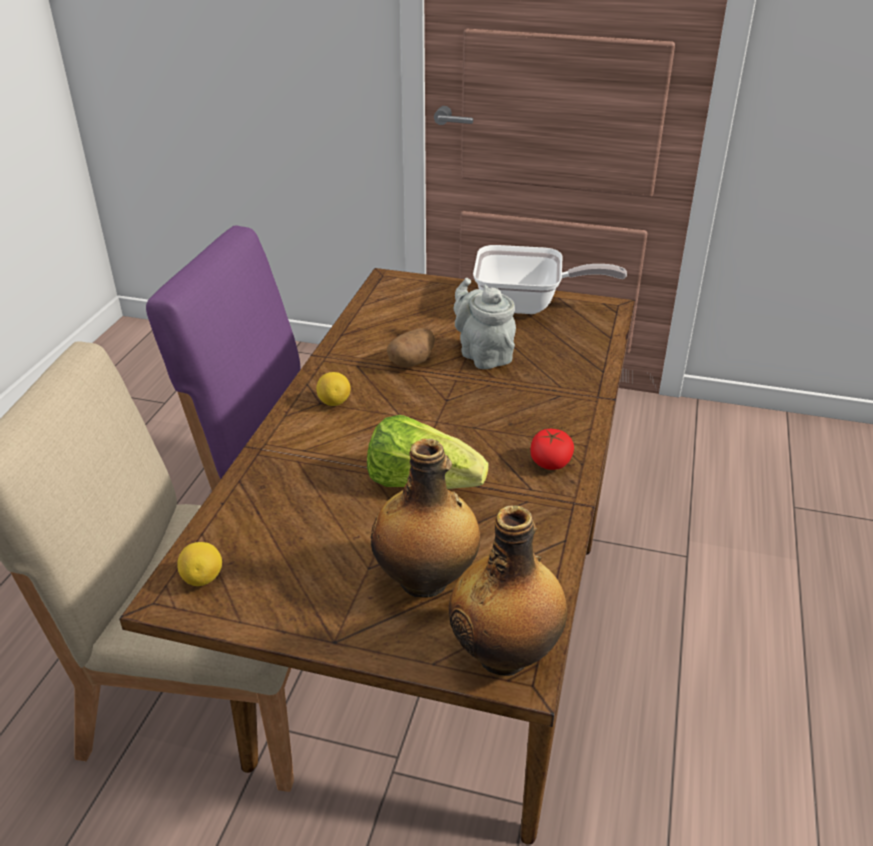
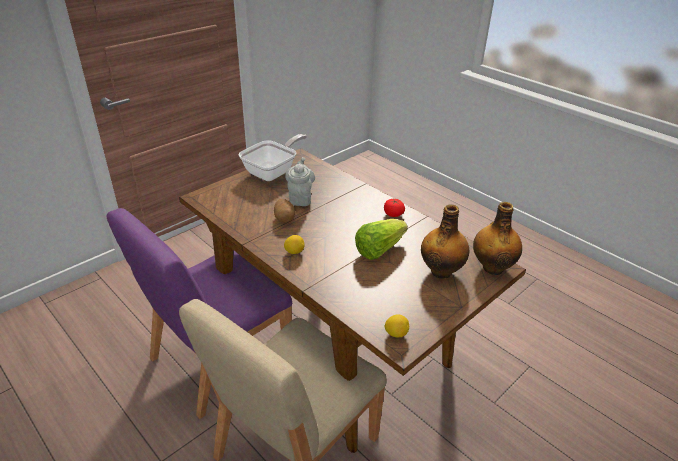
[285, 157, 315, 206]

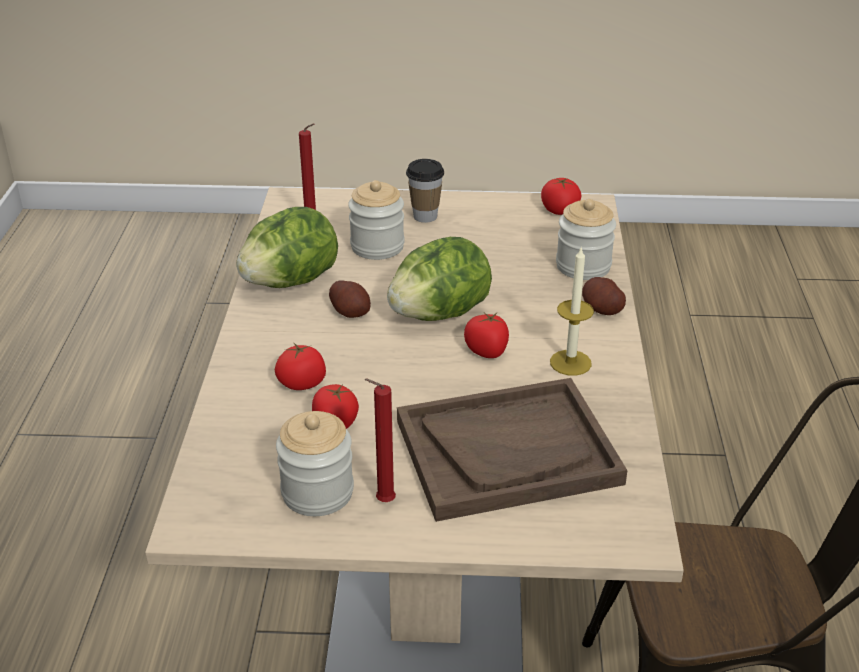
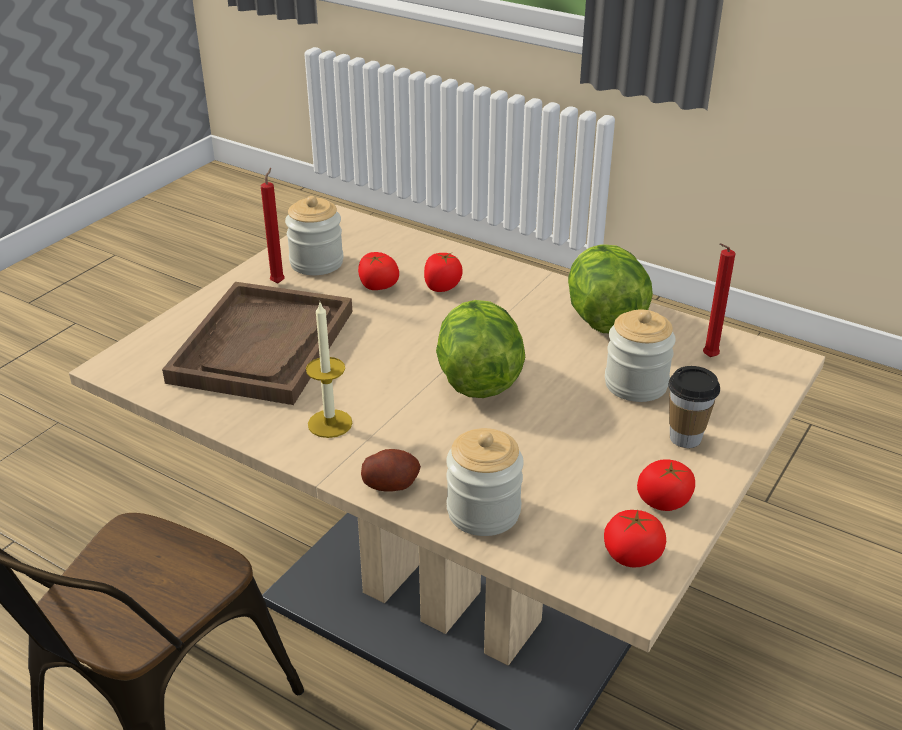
[329, 280, 371, 318] (first image)
[637, 459, 695, 511]

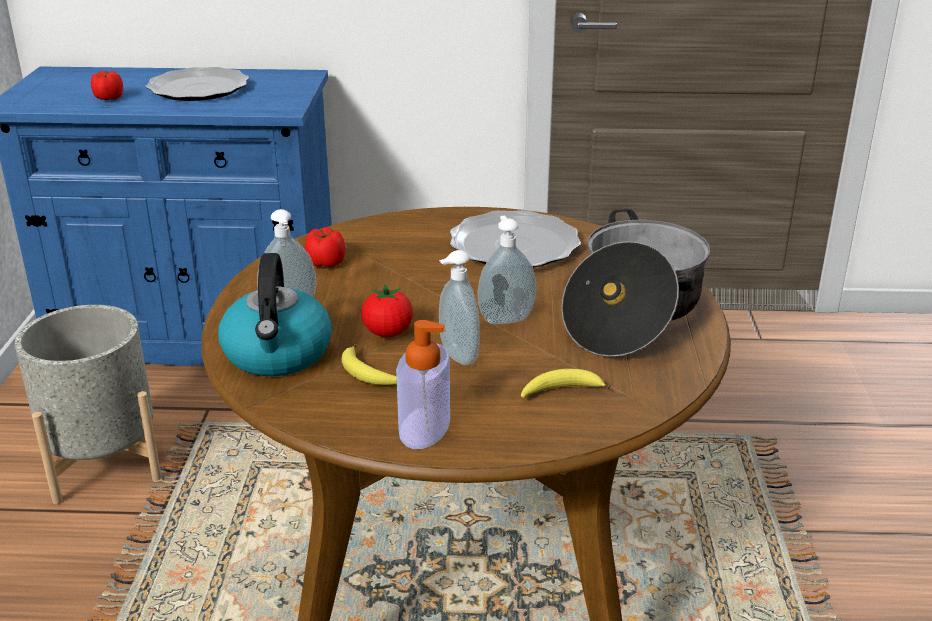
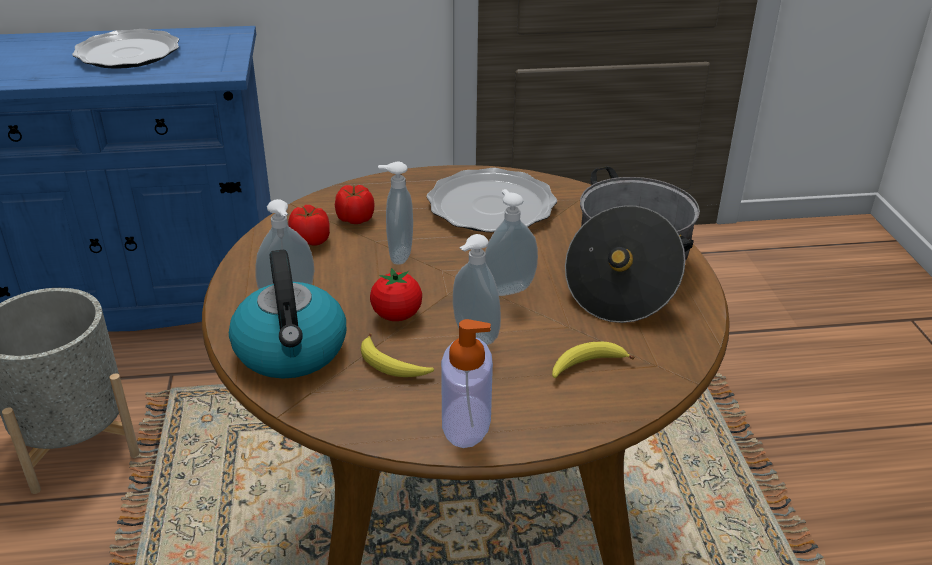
[335, 185, 375, 224]
[378, 162, 413, 265]

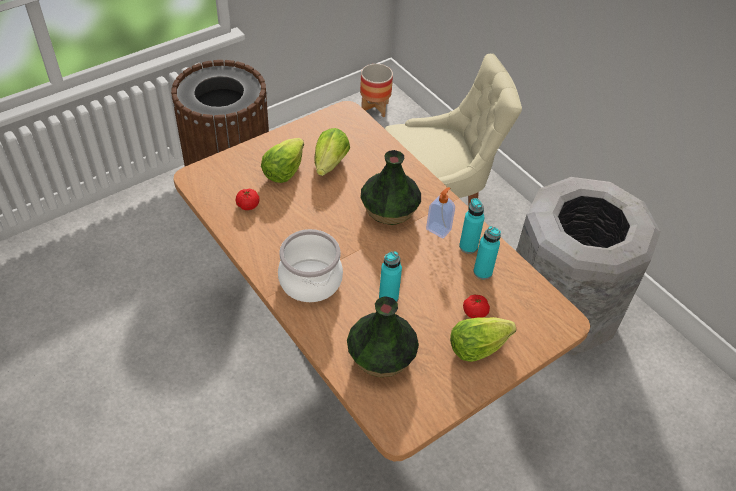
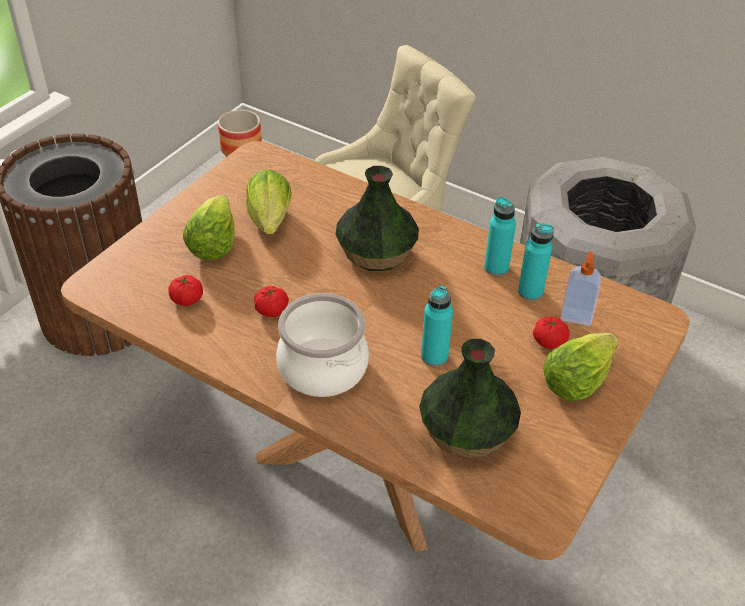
[560, 251, 601, 326]
[254, 286, 289, 317]

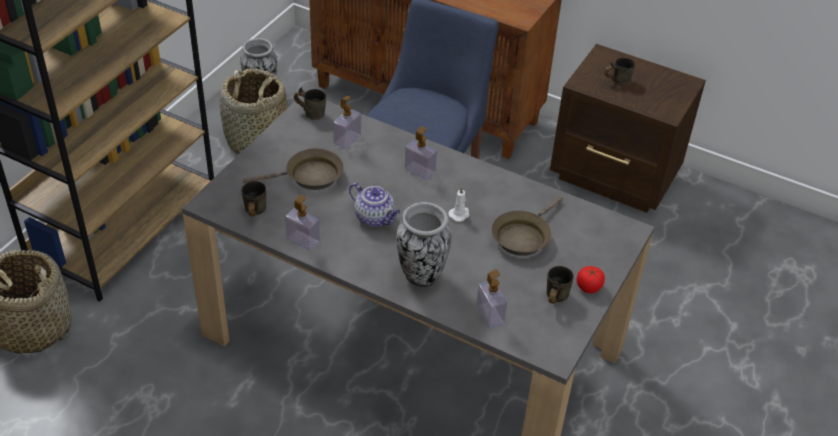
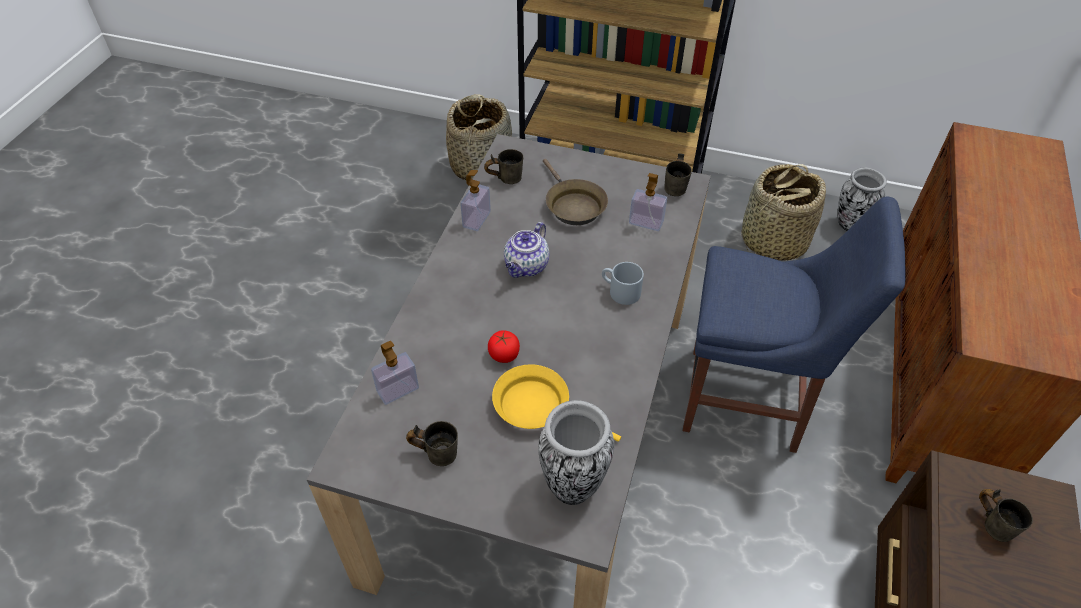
[602, 262, 644, 305]
[448, 187, 470, 222] (first image)
[492, 364, 621, 442]
[538, 400, 614, 505]
[488, 330, 520, 363]

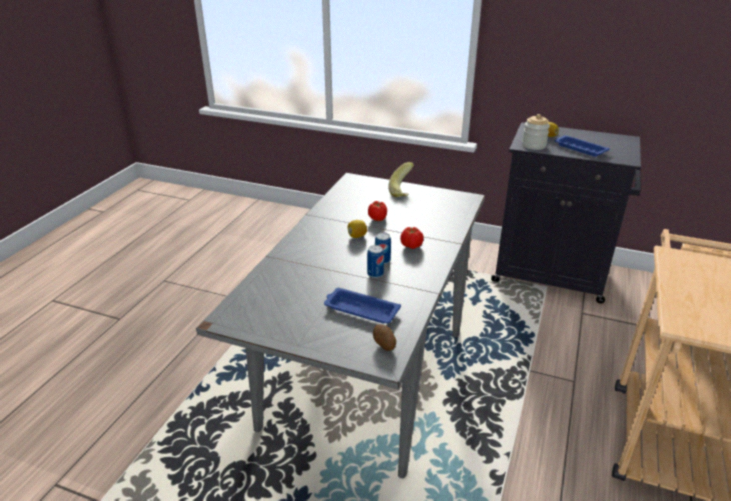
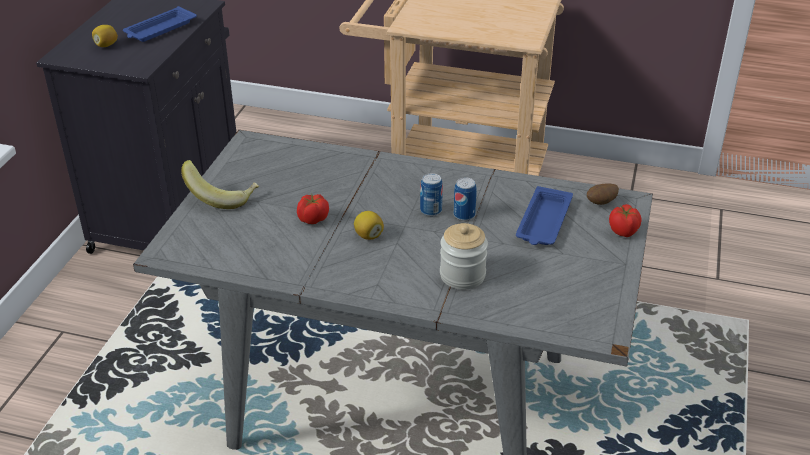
[440, 223, 488, 290]
[609, 204, 642, 237]

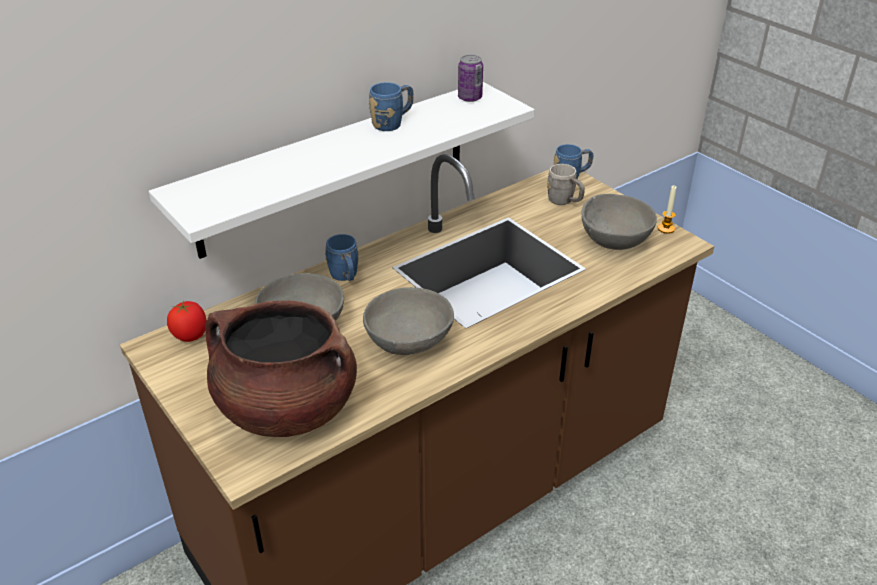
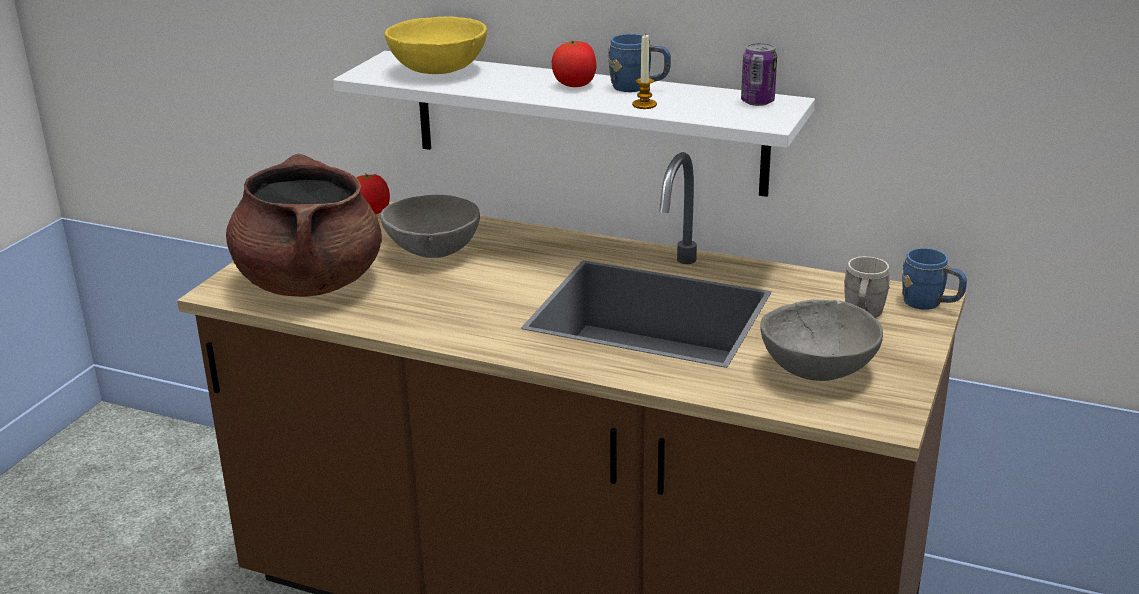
[632, 35, 657, 109]
[325, 234, 358, 281] (first image)
[363, 287, 454, 355] (first image)
[385, 17, 487, 74]
[552, 40, 596, 87]

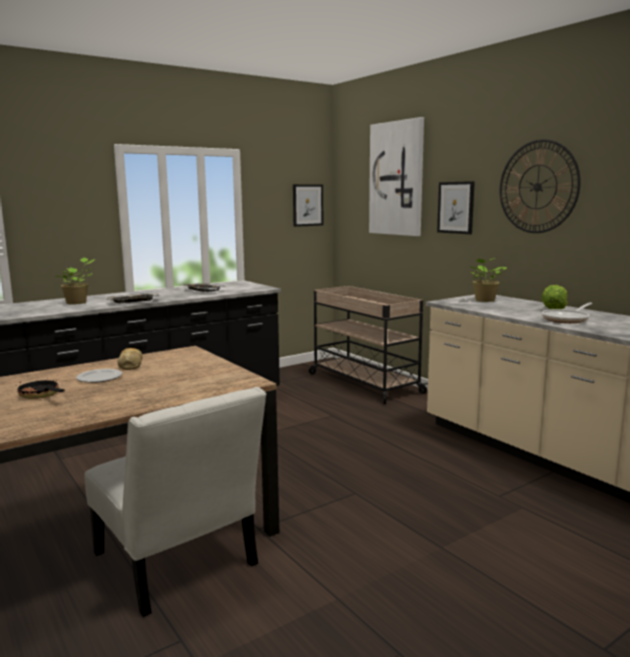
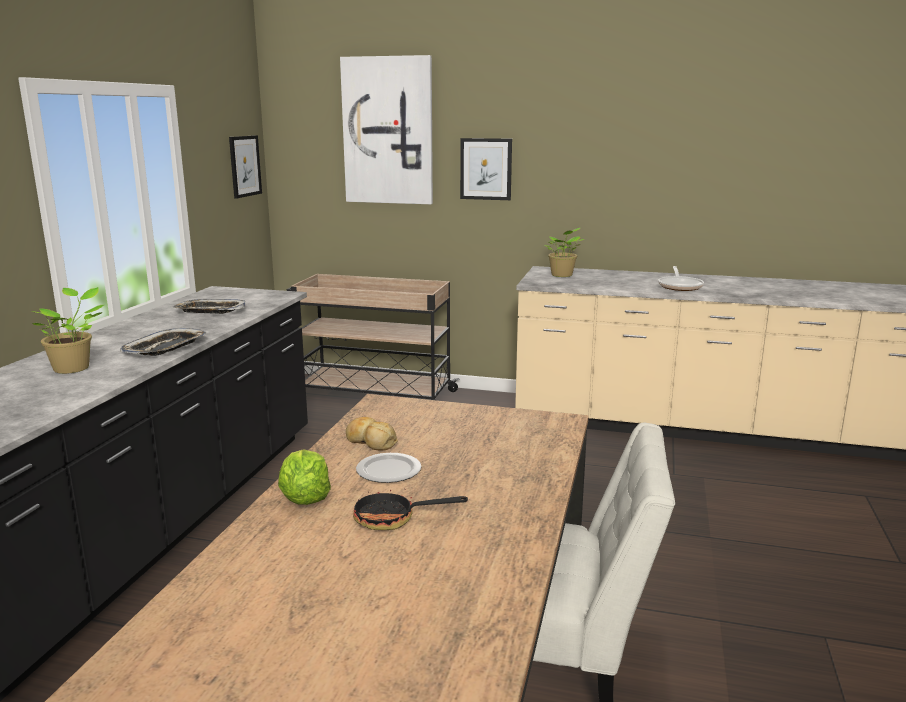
[500, 139, 581, 233] (first image)
[278, 449, 331, 505]

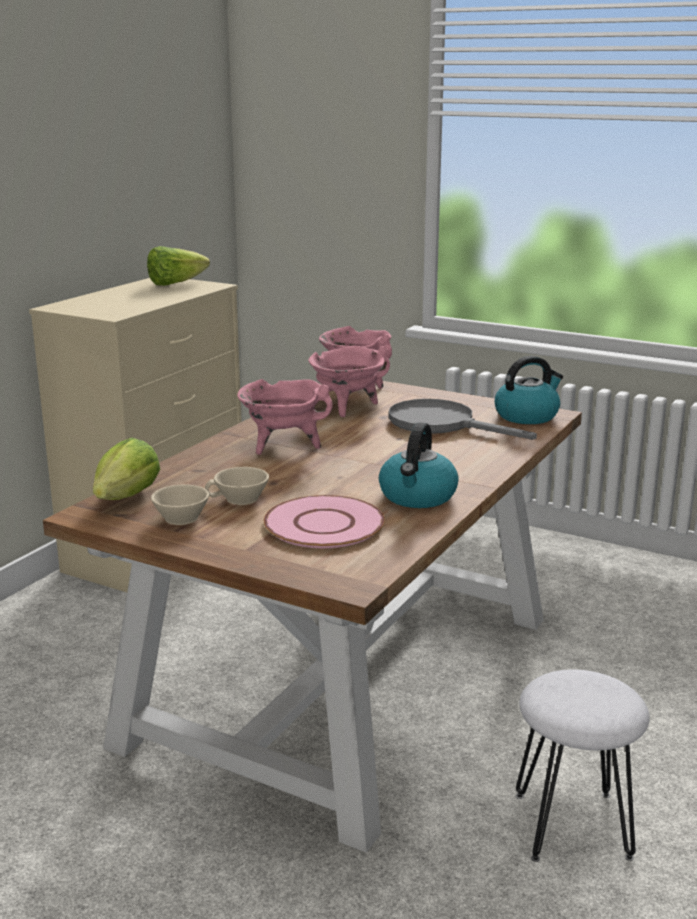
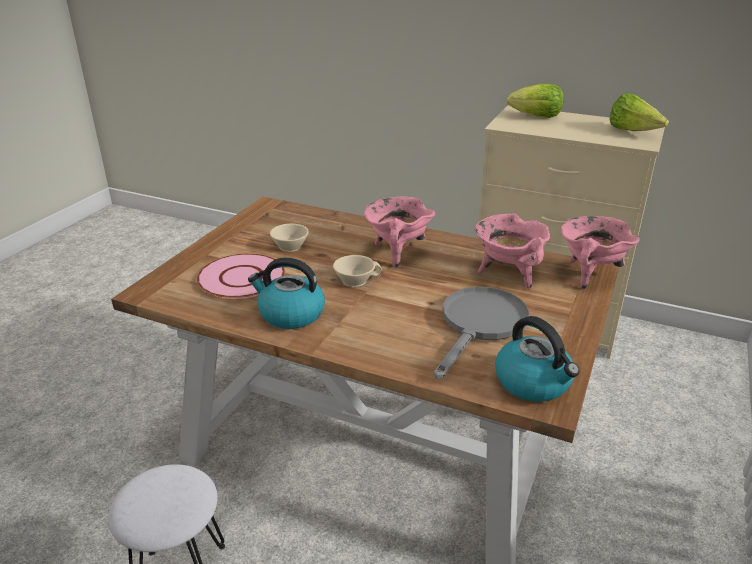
[507, 84, 564, 118]
[333, 255, 382, 287]

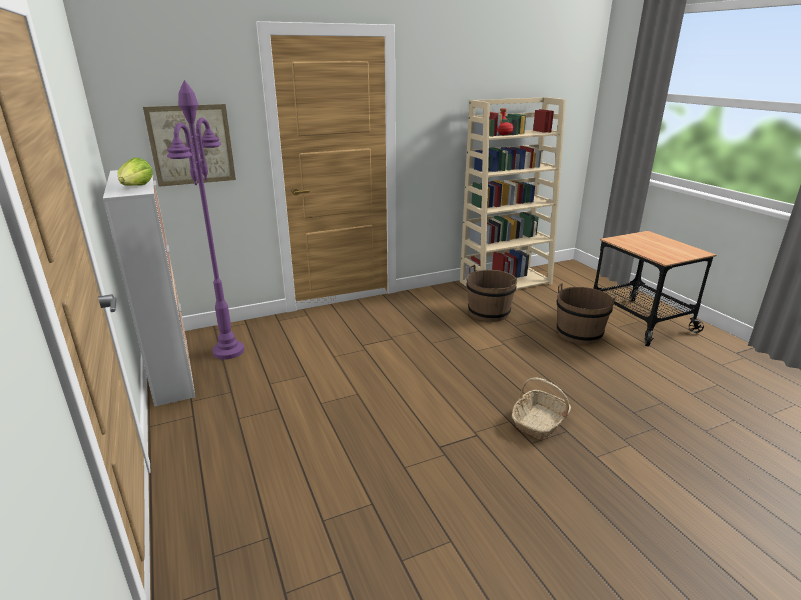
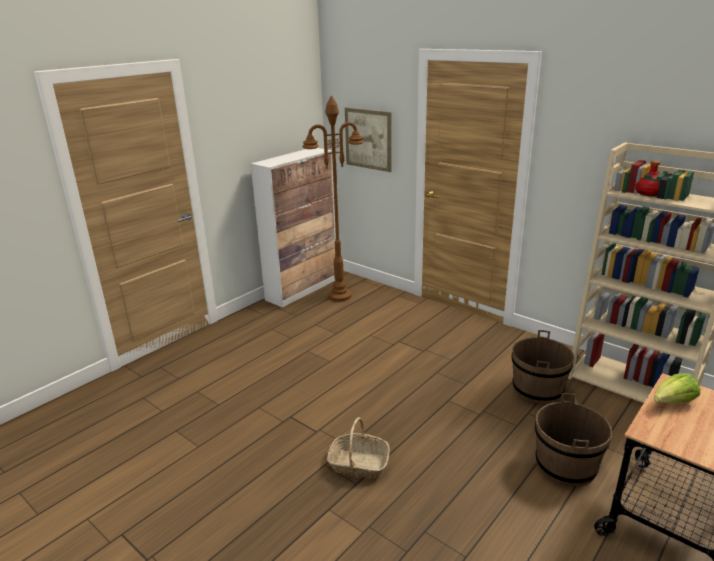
[302, 95, 364, 302]
[654, 373, 700, 403]

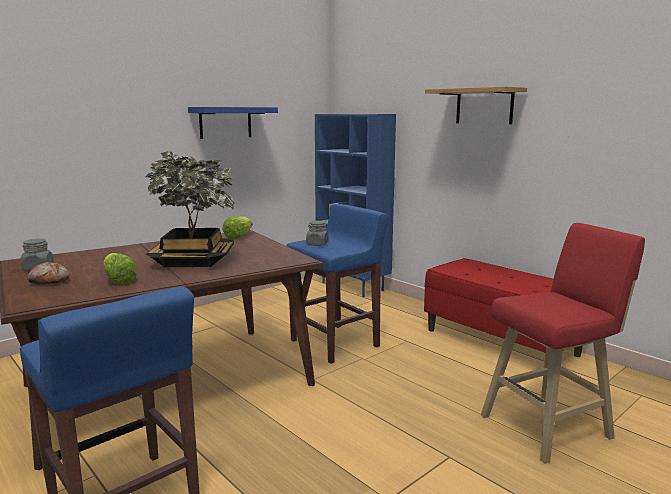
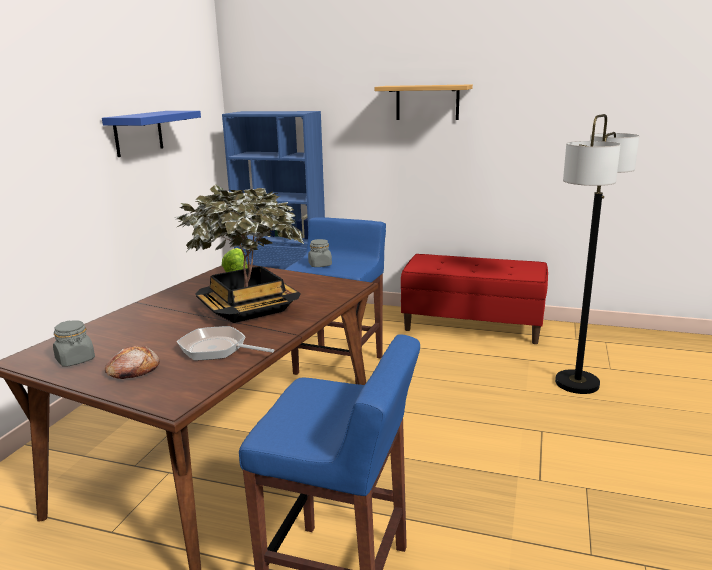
[555, 114, 639, 394]
[177, 326, 274, 361]

